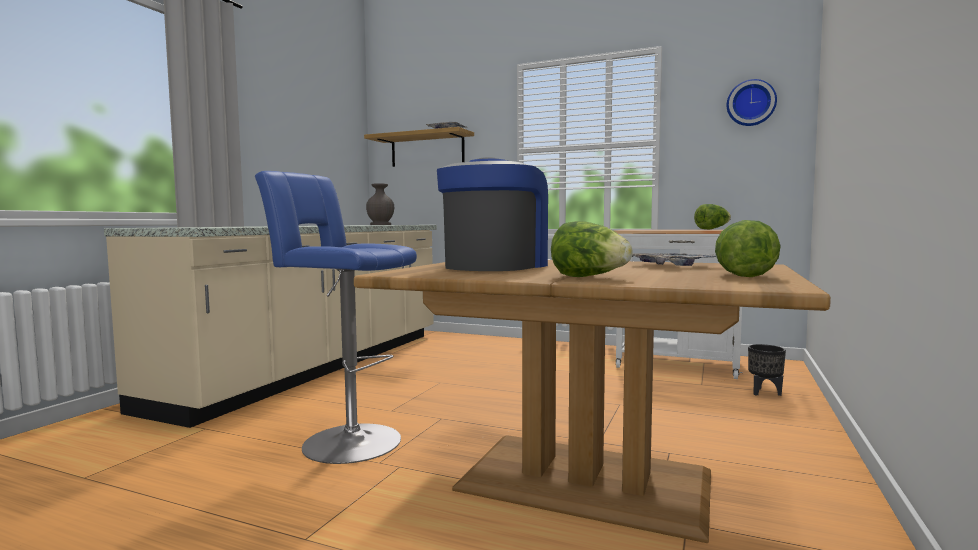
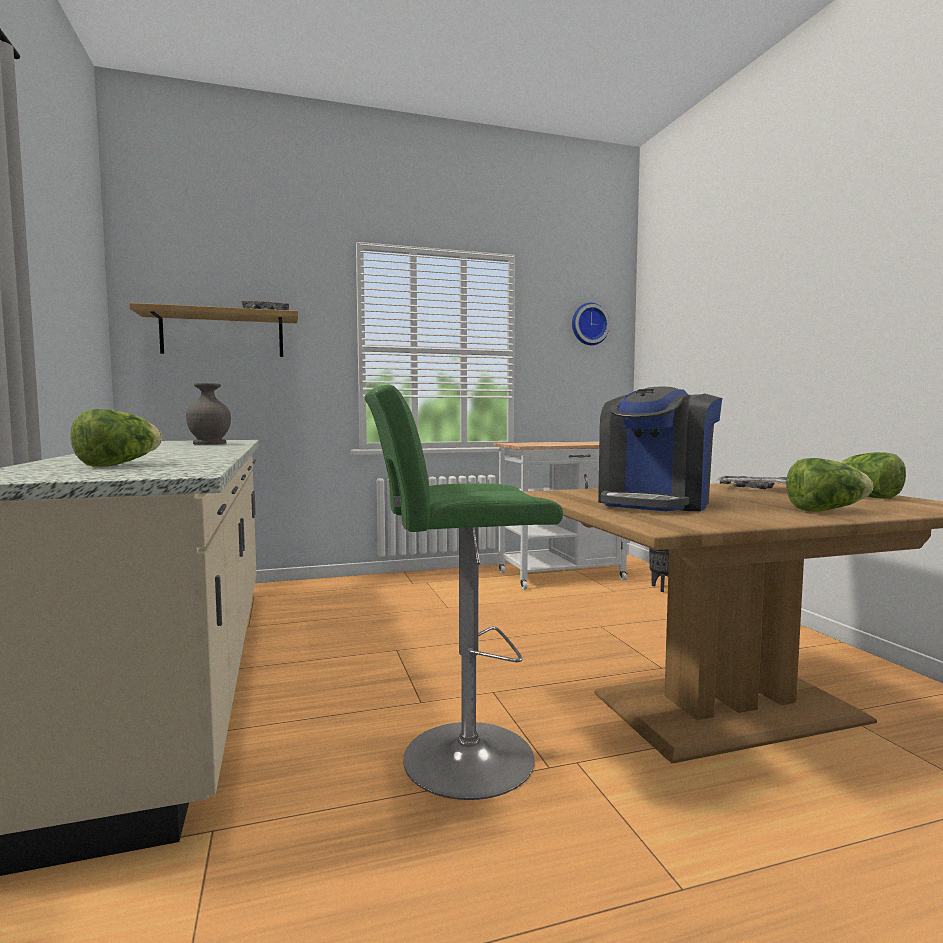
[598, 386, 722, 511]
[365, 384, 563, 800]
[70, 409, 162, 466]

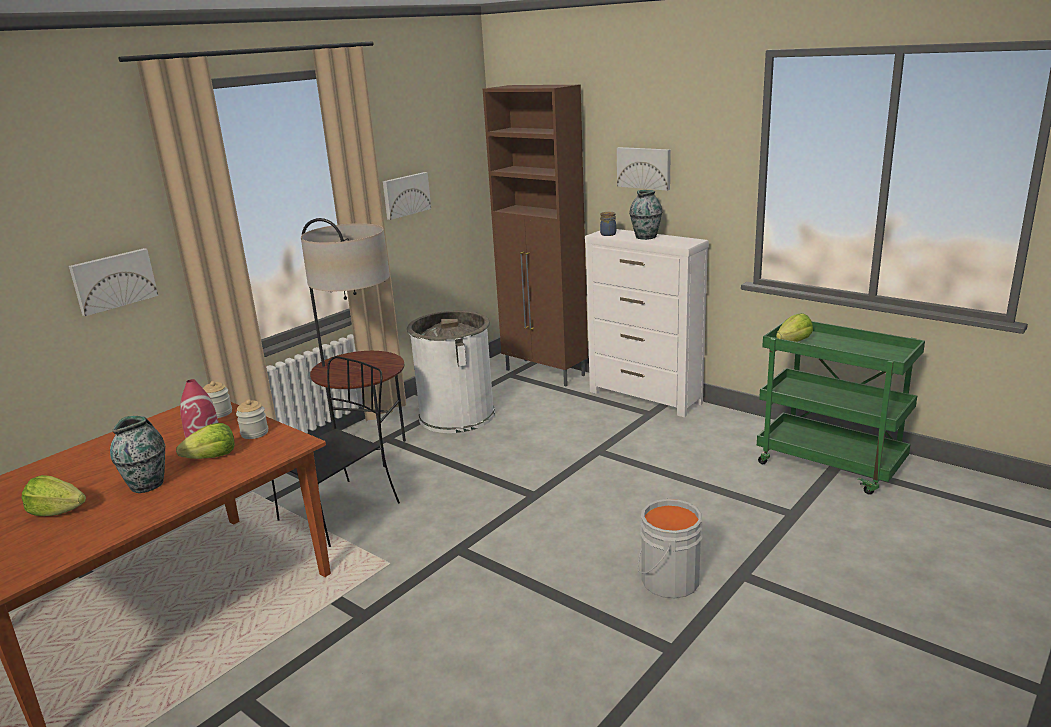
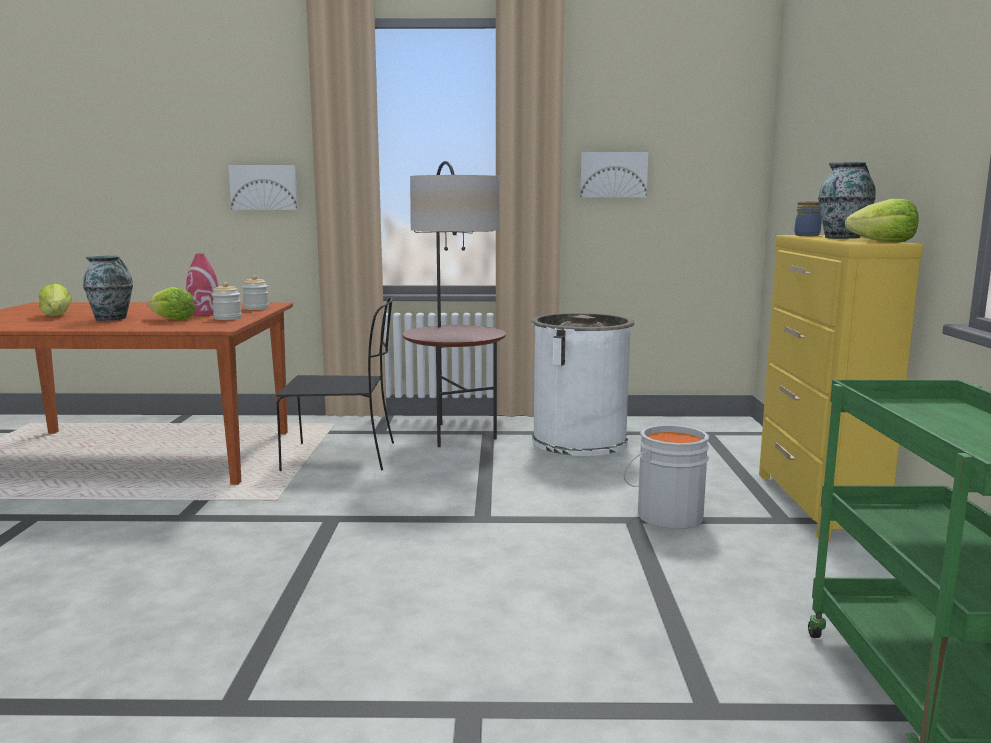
[483, 85, 588, 386] (first image)
[617, 147, 671, 191] (first image)
[759, 235, 923, 542]
[845, 199, 919, 243]
[624, 424, 709, 529]

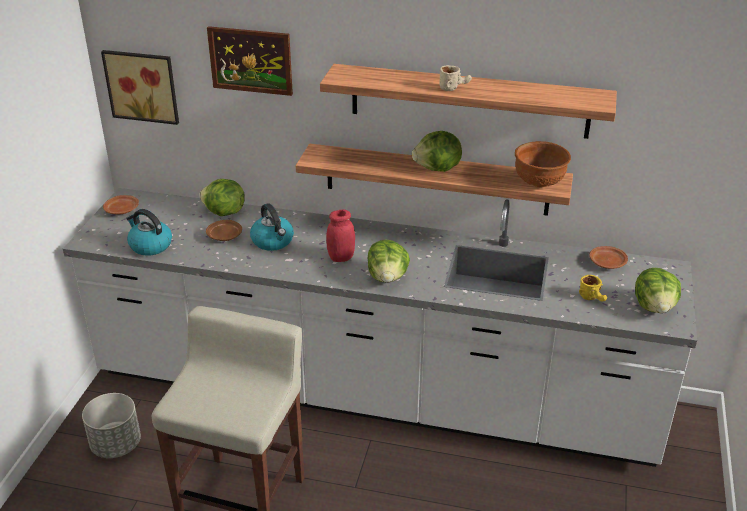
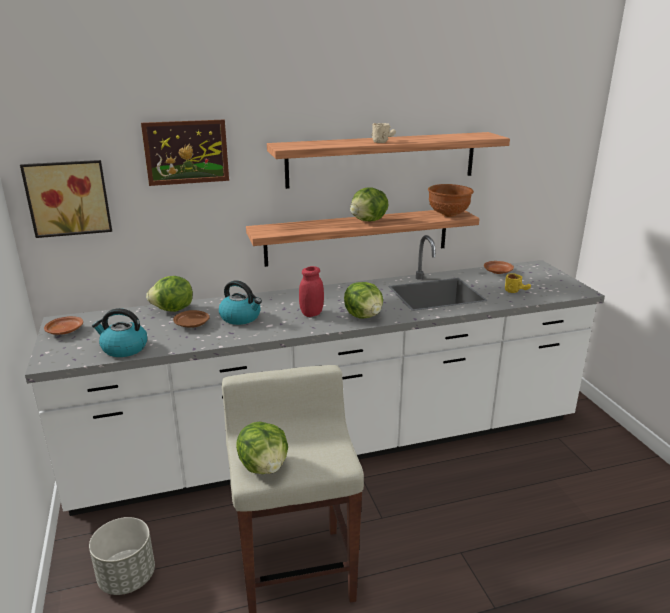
[236, 421, 288, 474]

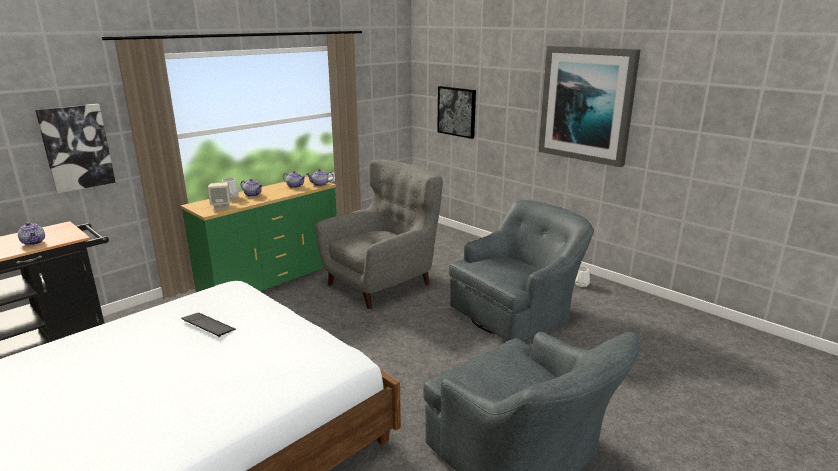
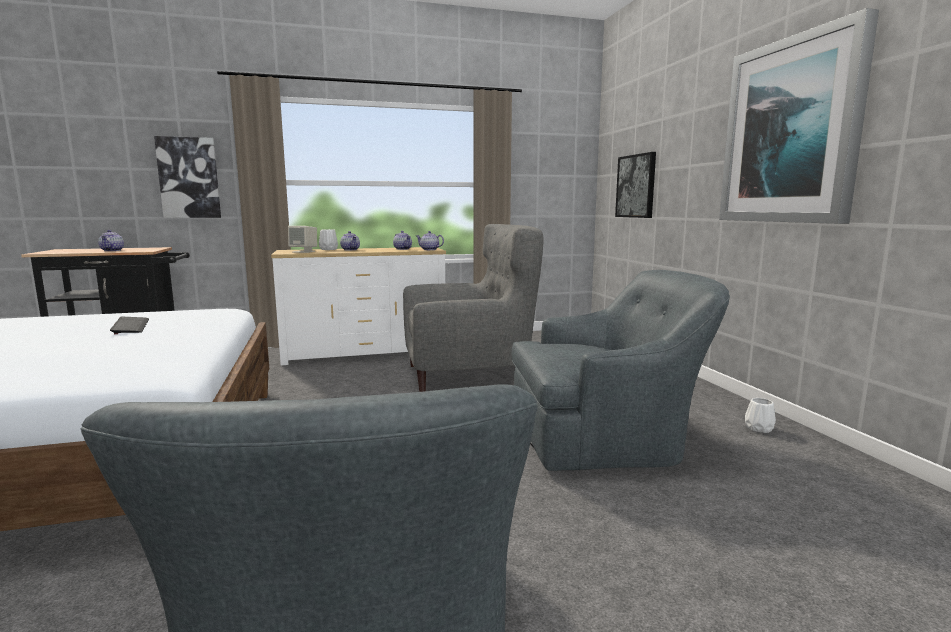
[271, 247, 446, 365]

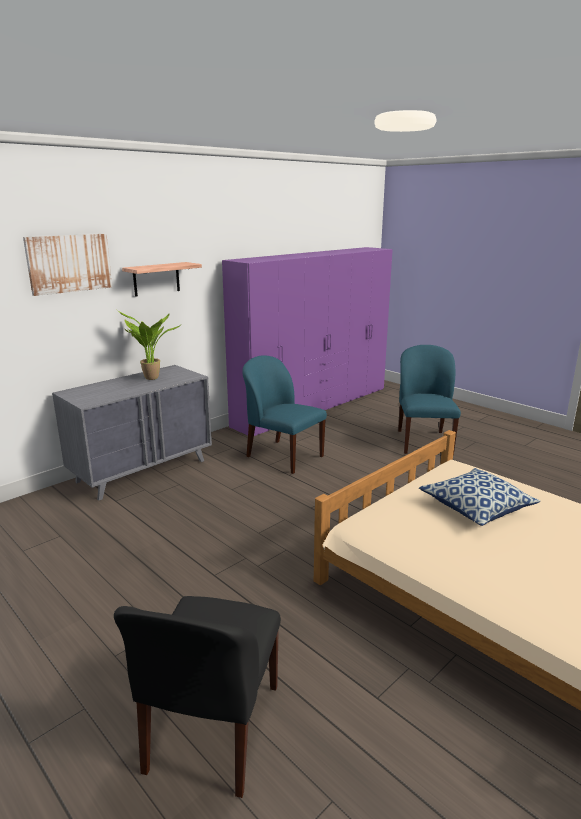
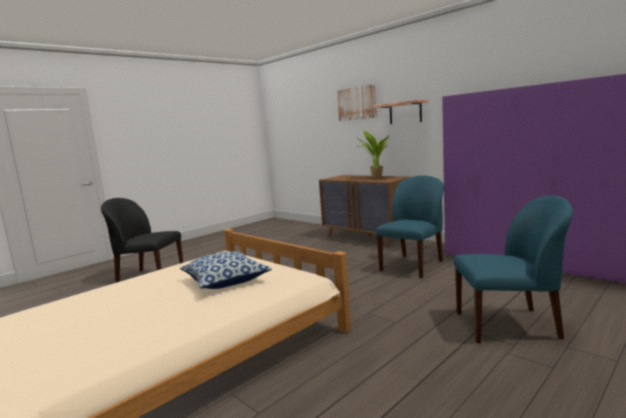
[319, 175, 410, 247]

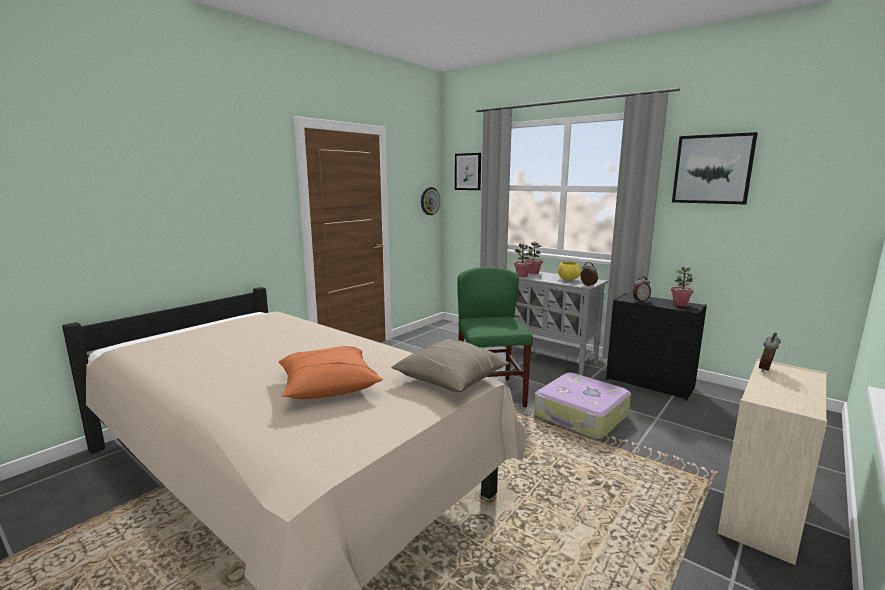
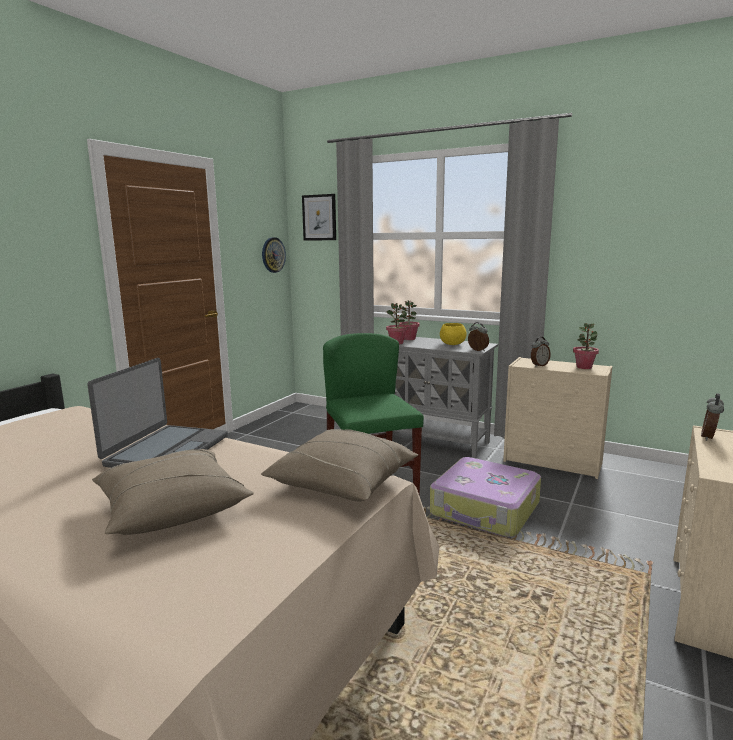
[672, 132, 758, 204] (first image)
[503, 357, 613, 479]
[92, 449, 254, 535]
[88, 358, 228, 468]

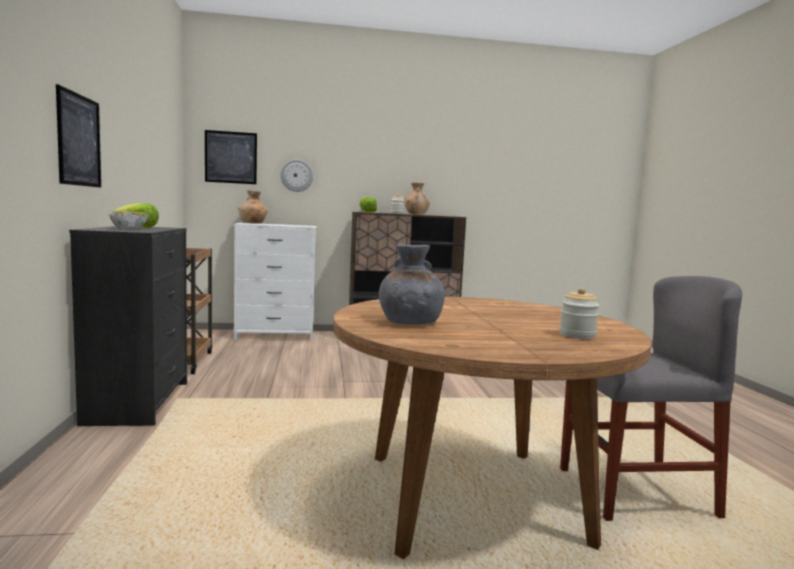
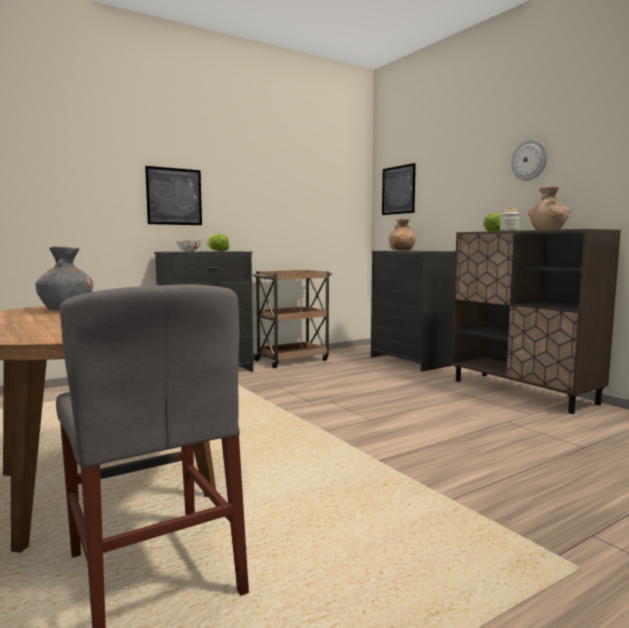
[511, 139, 547, 181]
[371, 251, 456, 371]
[559, 287, 600, 339] (first image)

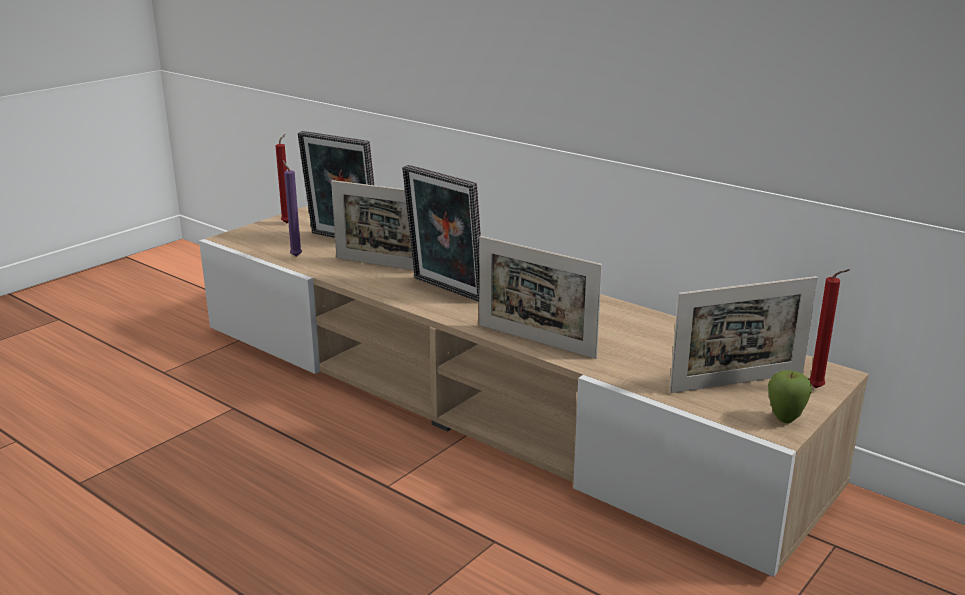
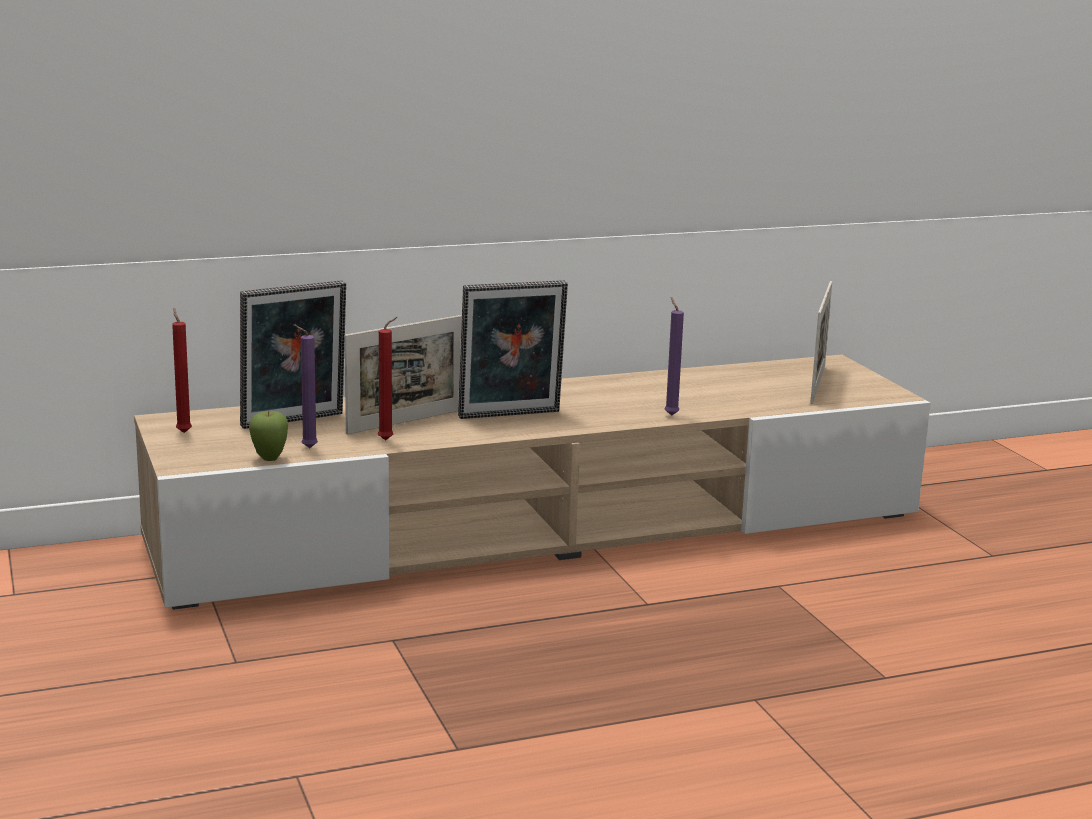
[665, 297, 684, 416]
[378, 317, 398, 441]
[249, 411, 288, 461]

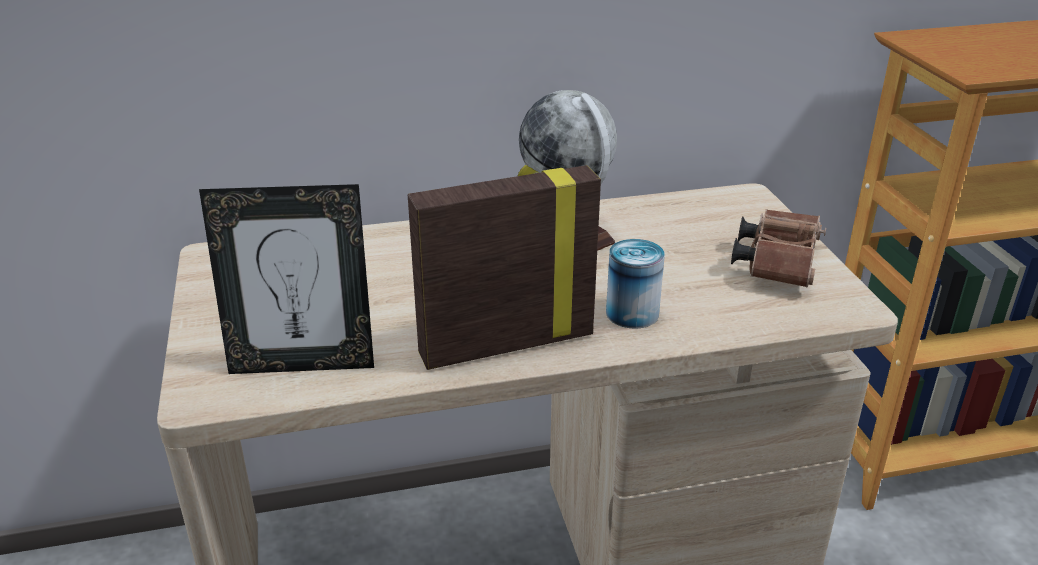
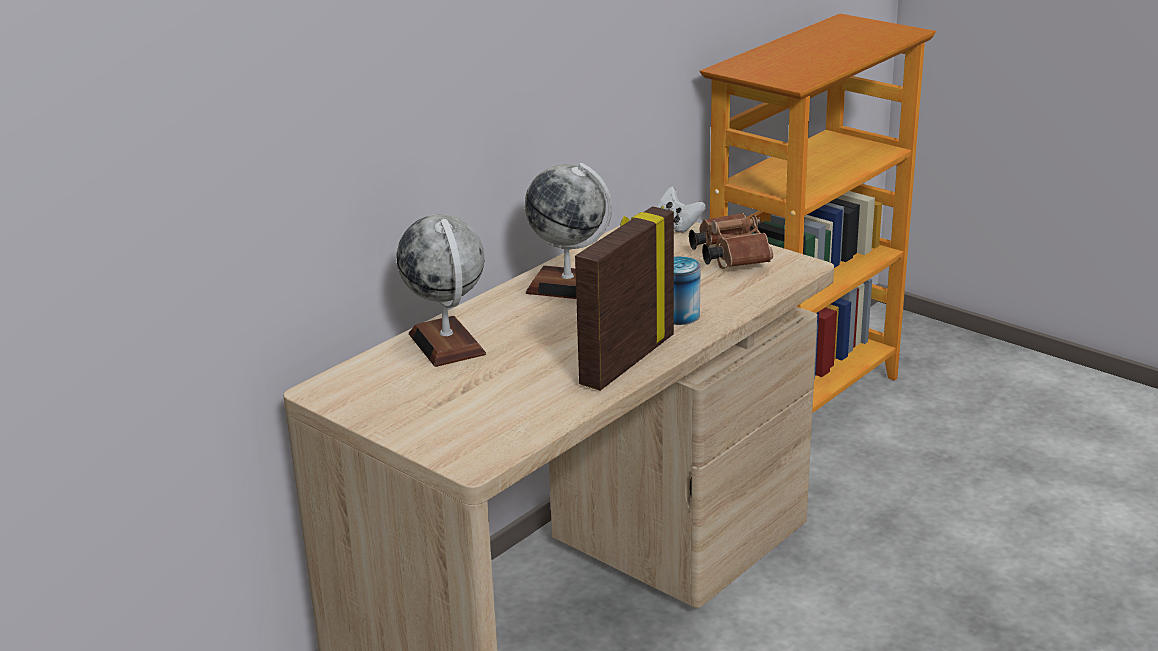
[199, 184, 374, 374] (first image)
[657, 186, 706, 233]
[396, 214, 486, 367]

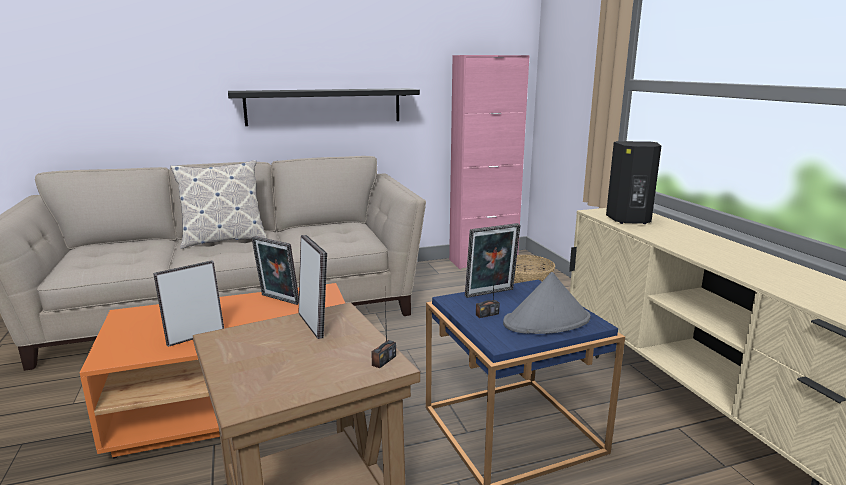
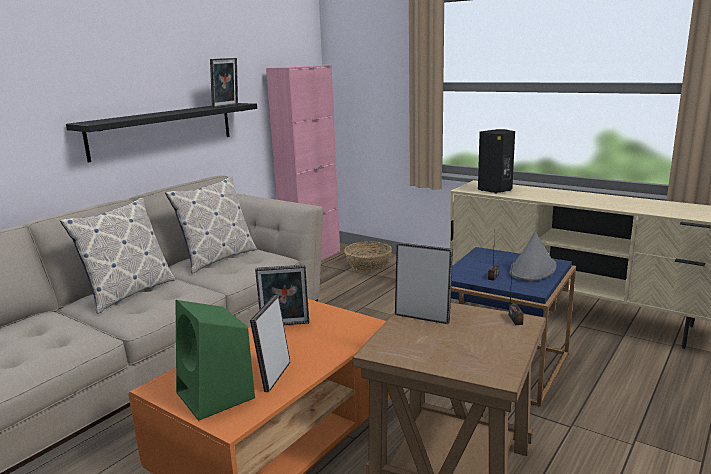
[210, 58, 238, 108]
[165, 176, 257, 274]
[176, 300, 255, 421]

